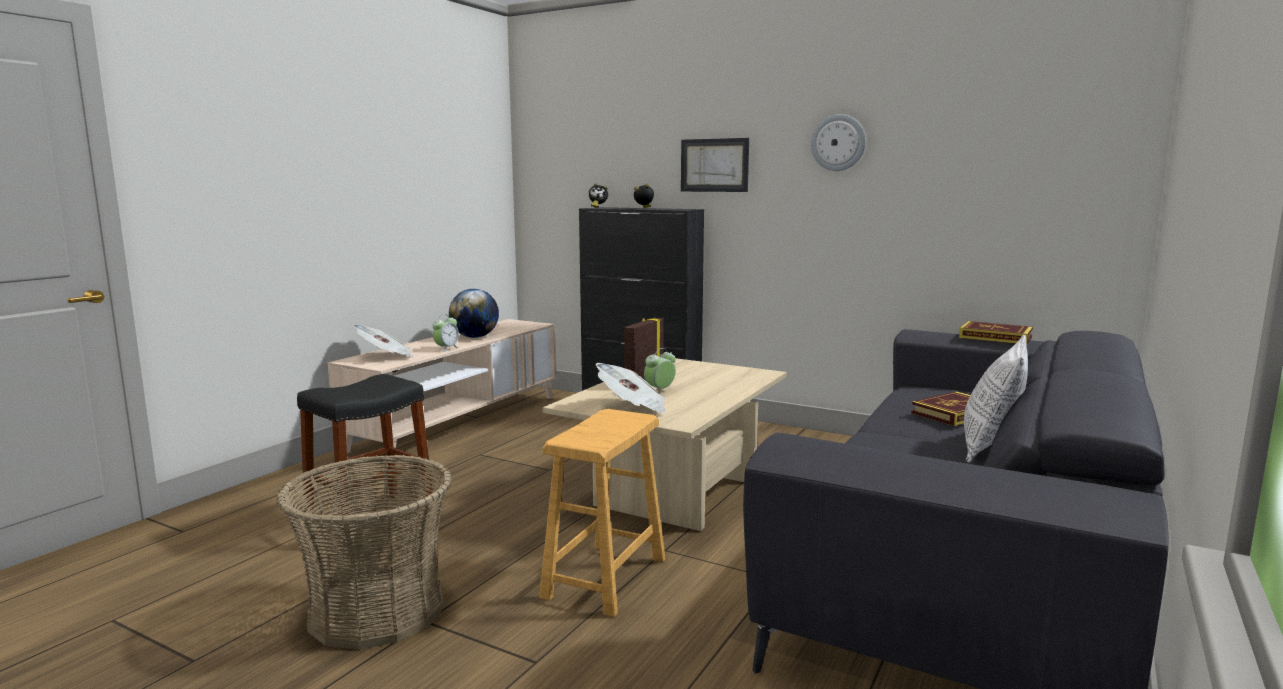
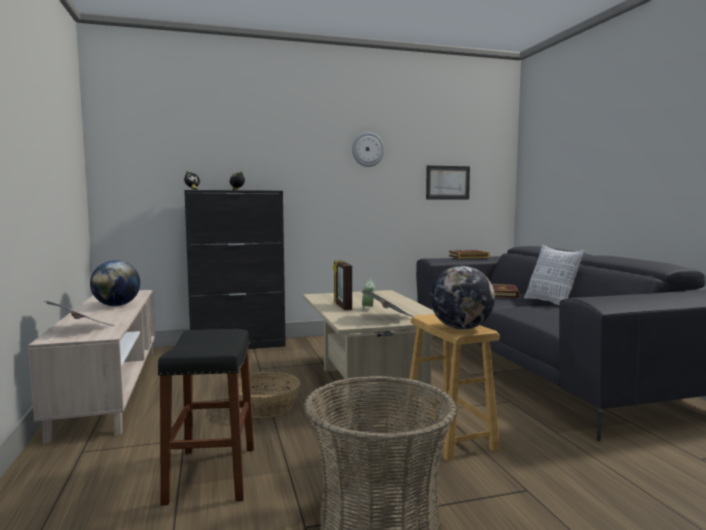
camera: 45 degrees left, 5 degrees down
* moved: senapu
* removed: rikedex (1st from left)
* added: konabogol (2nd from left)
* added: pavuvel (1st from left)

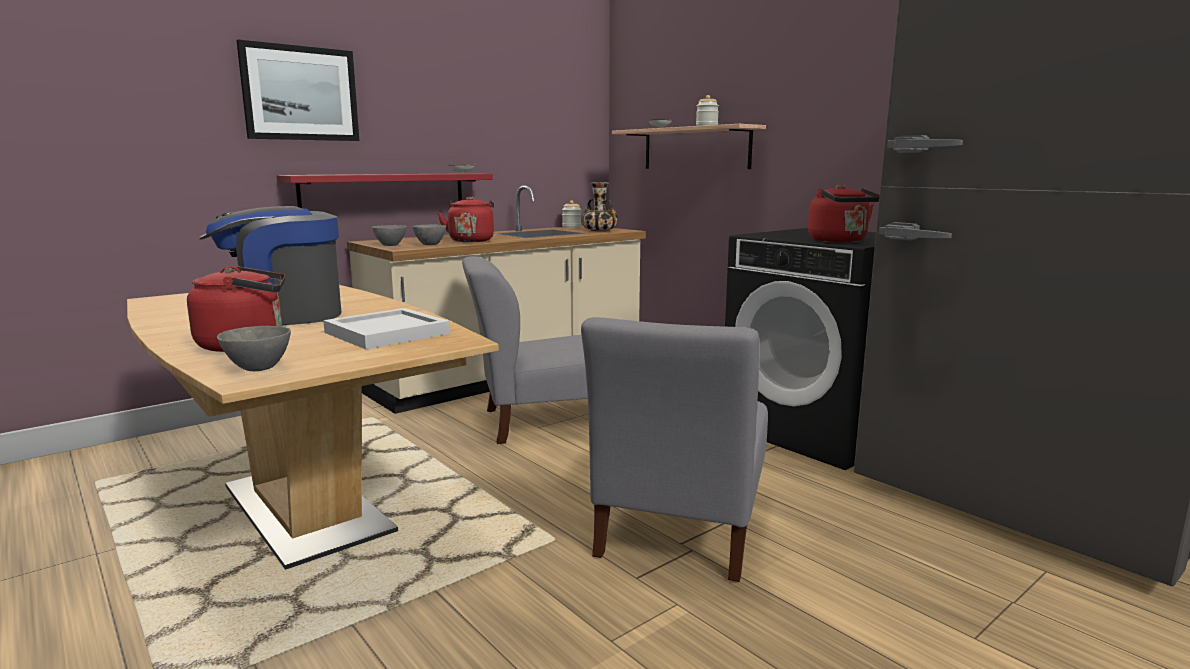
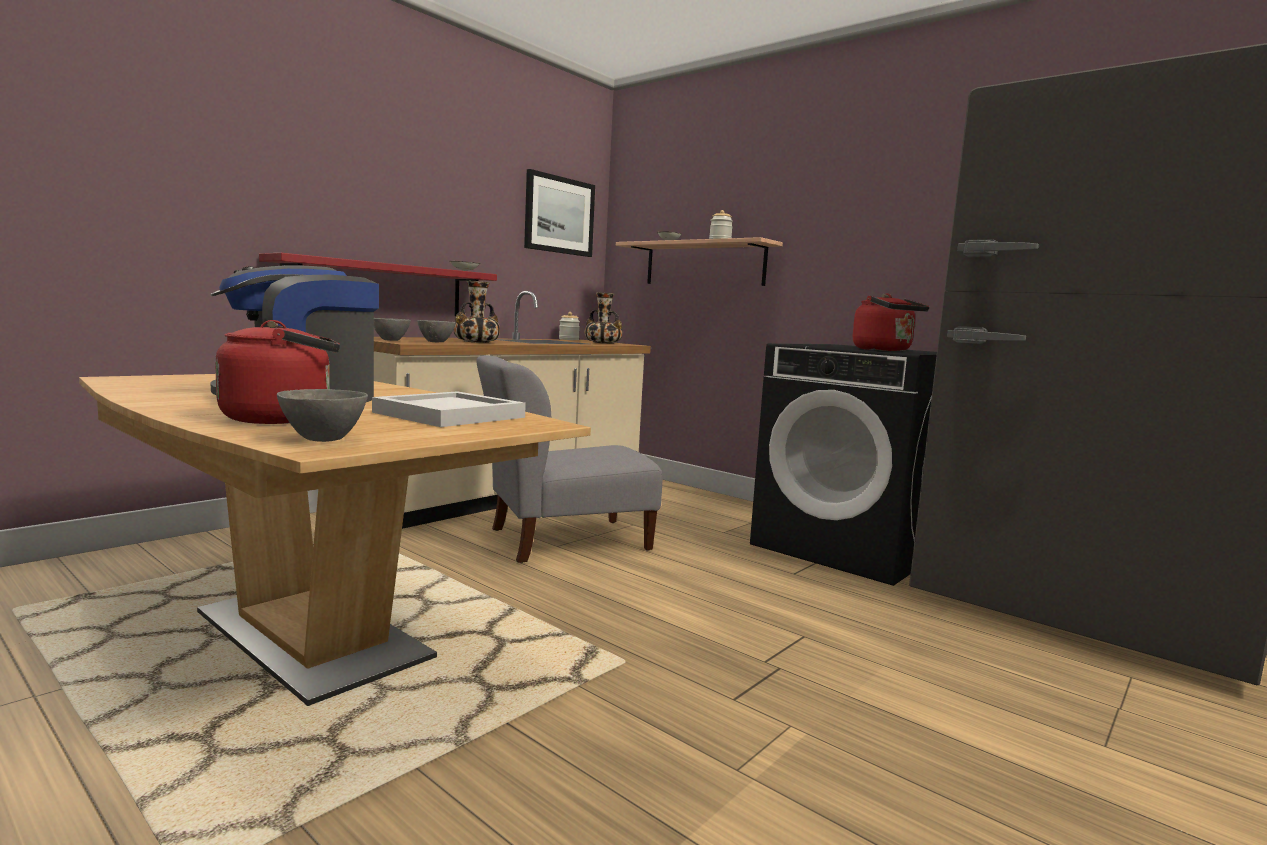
camera: 10 degrees left, 5 degrees down
* moved: senapu
* replaced: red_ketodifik (2nd from left) to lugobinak (1st from left)
* removed: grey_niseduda (2nd from left)

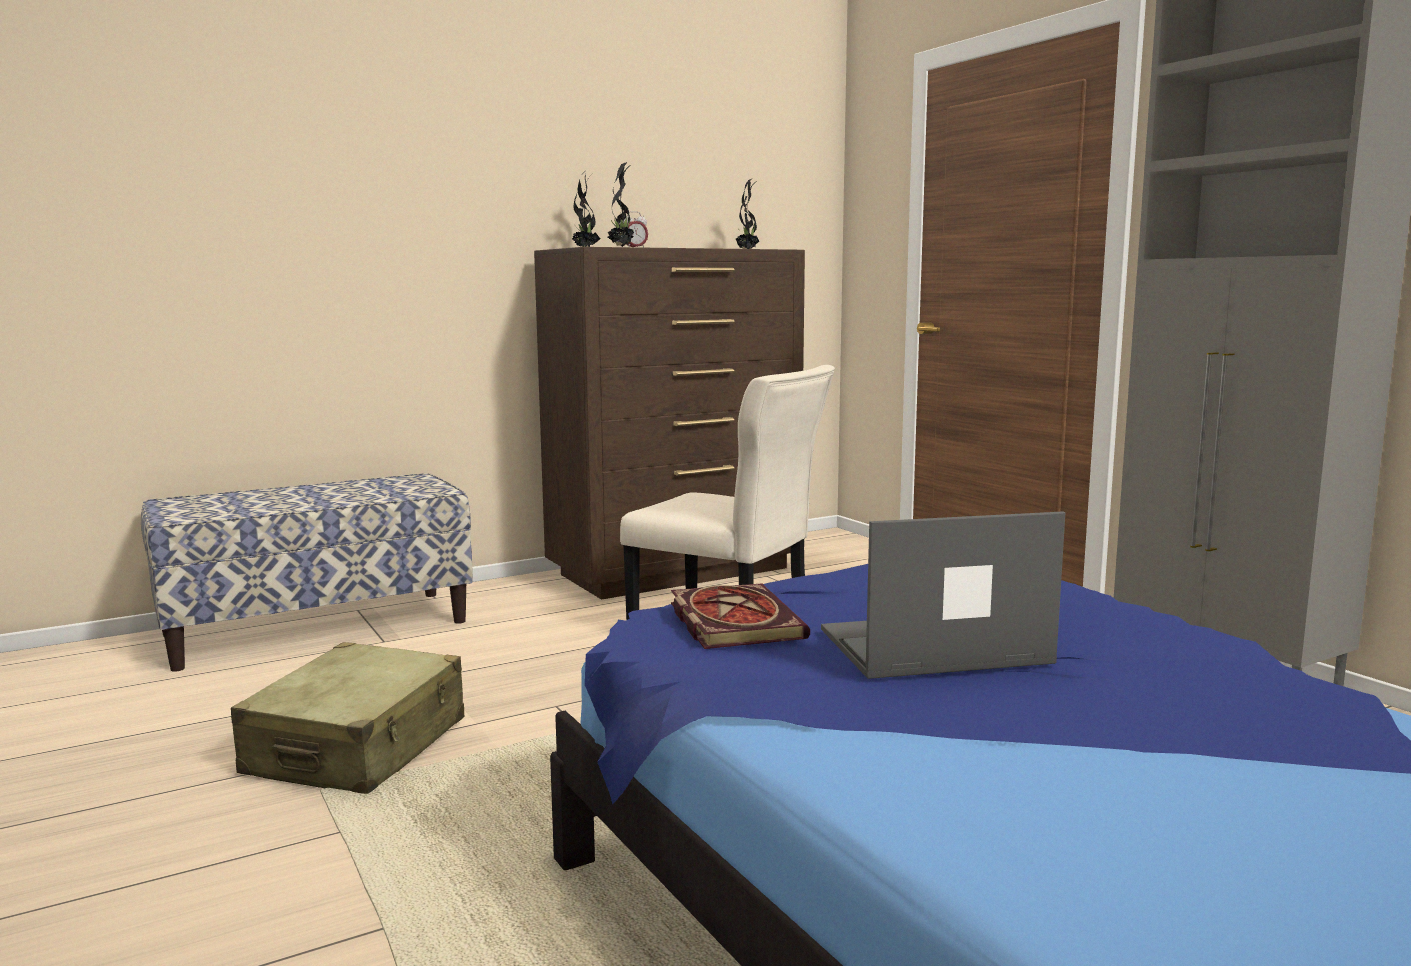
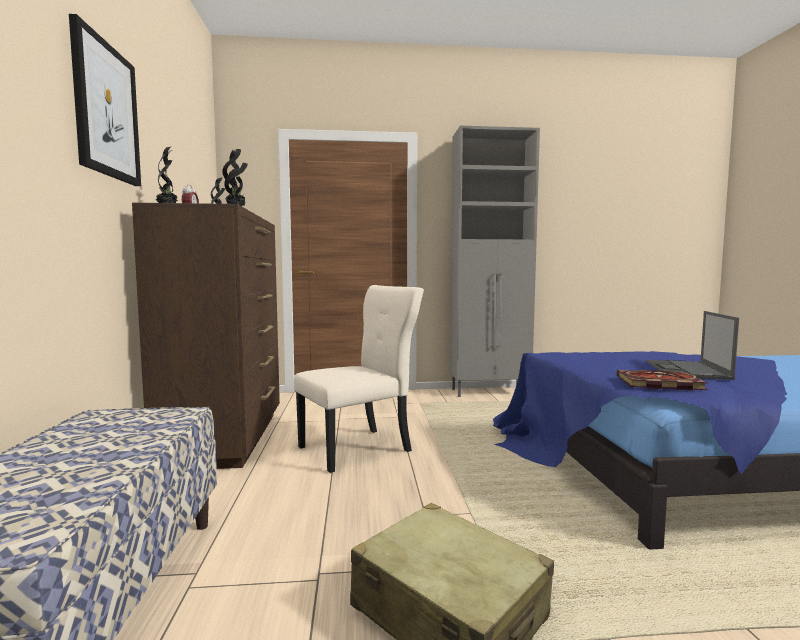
camera: 65 degrees left, 5 degrees down
* added: senapu

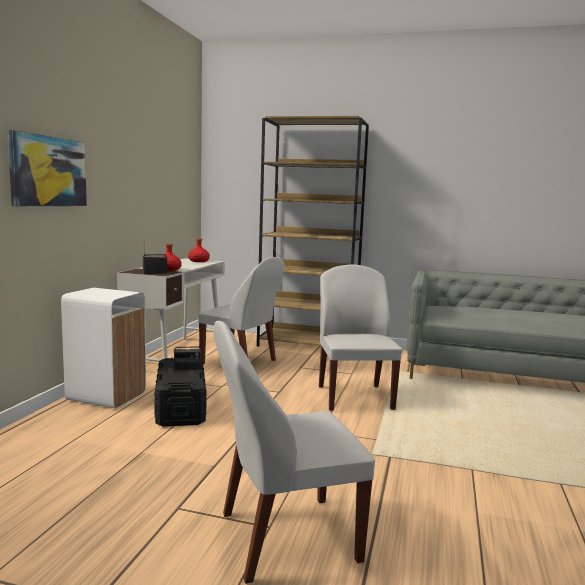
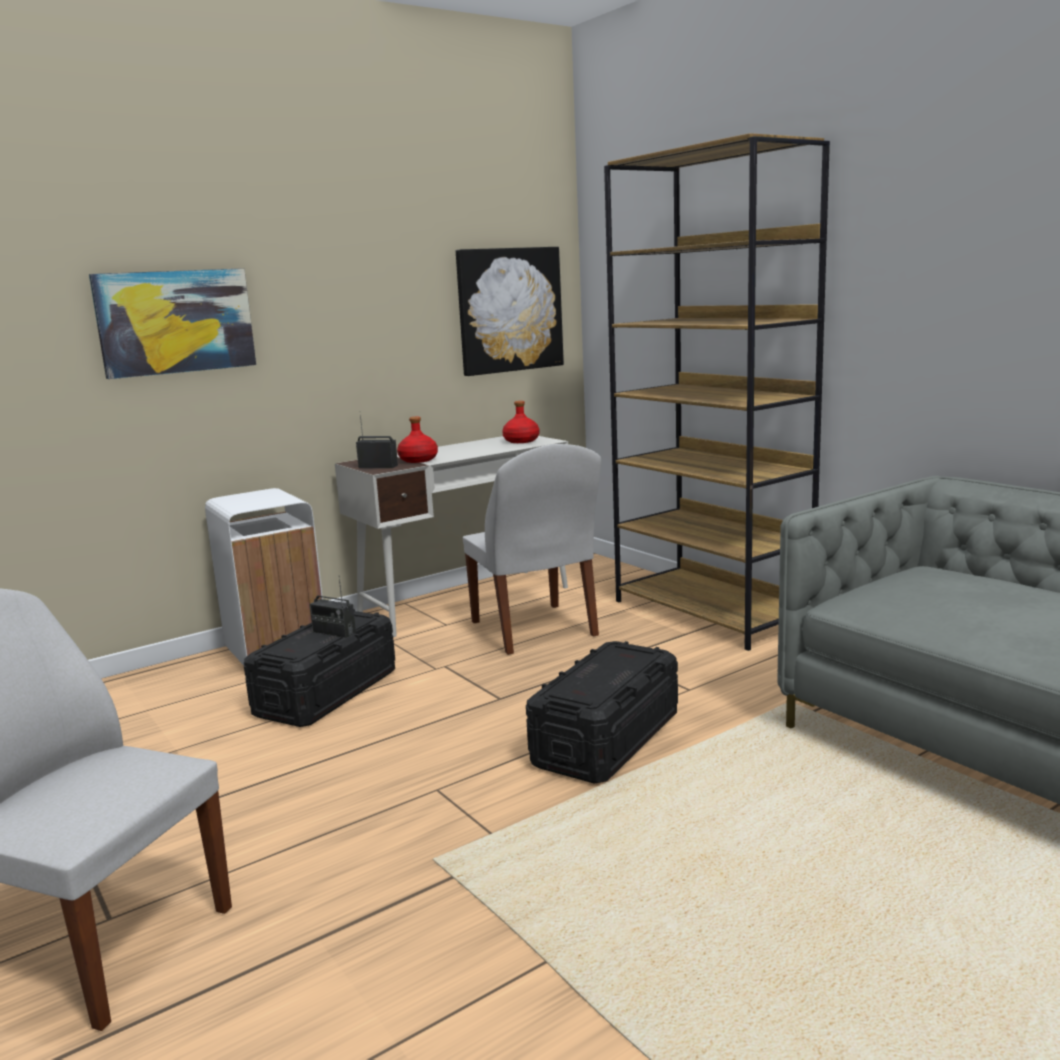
camera: 40 degrees right, 5 degrees up
* replaced: white_niseduda (3rd from left) to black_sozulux (2nd from left)
* added: senapu (2nd from left)

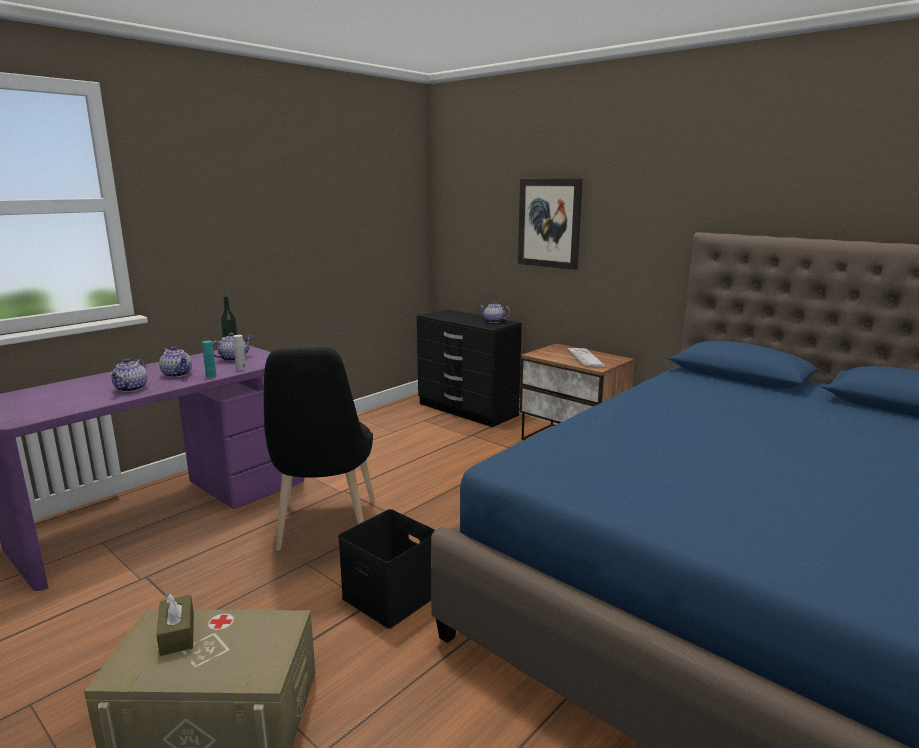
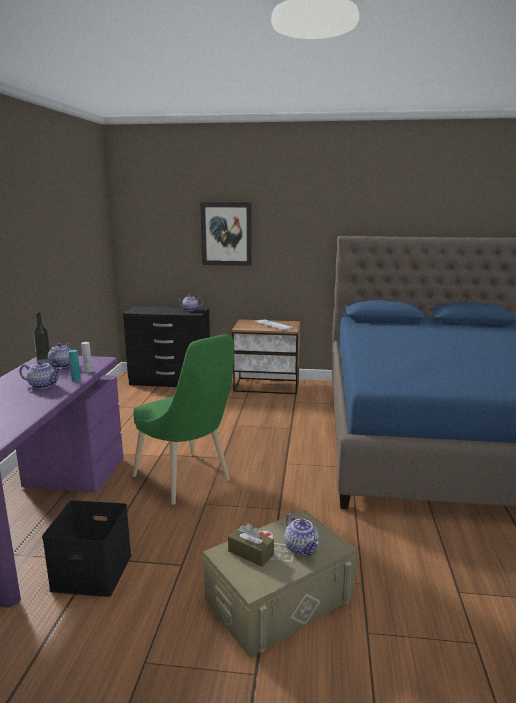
camera: 35 degrees left, 0 degrees up
* recoloured: black_niseduda to green_niseduda
* moved: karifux (1st from left in the first image) to karifux (4th from left)
* moved: black_sozulux

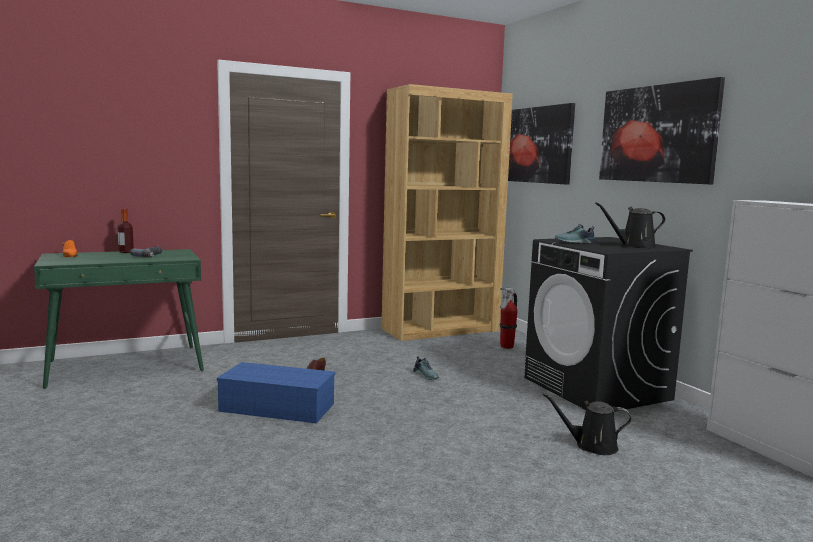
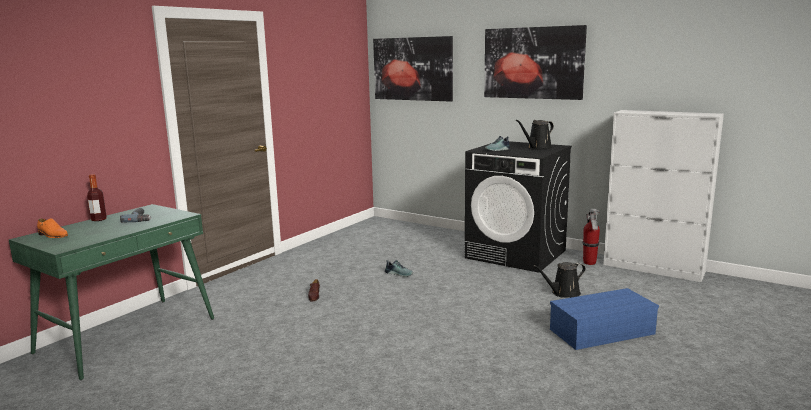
camera: 30 degrees left, 5 degrees up
* removed: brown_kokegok
* moved: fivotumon
* moved: blue_sozulux

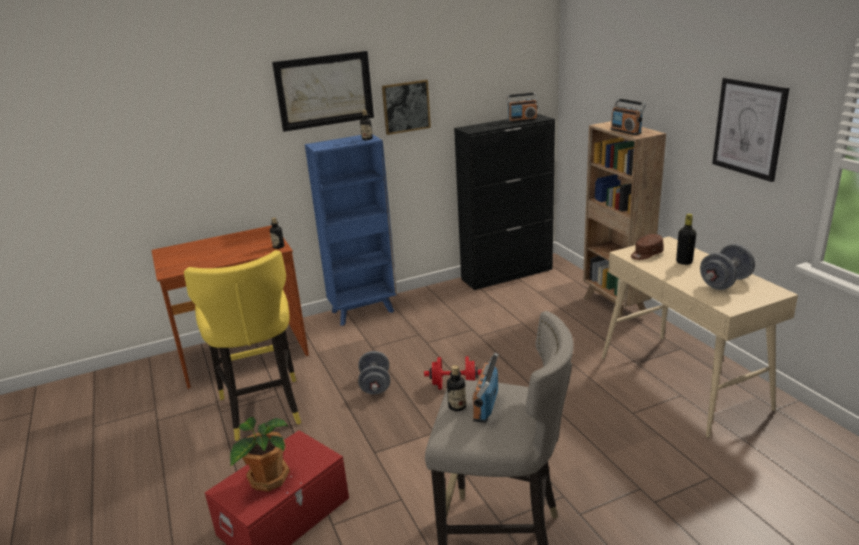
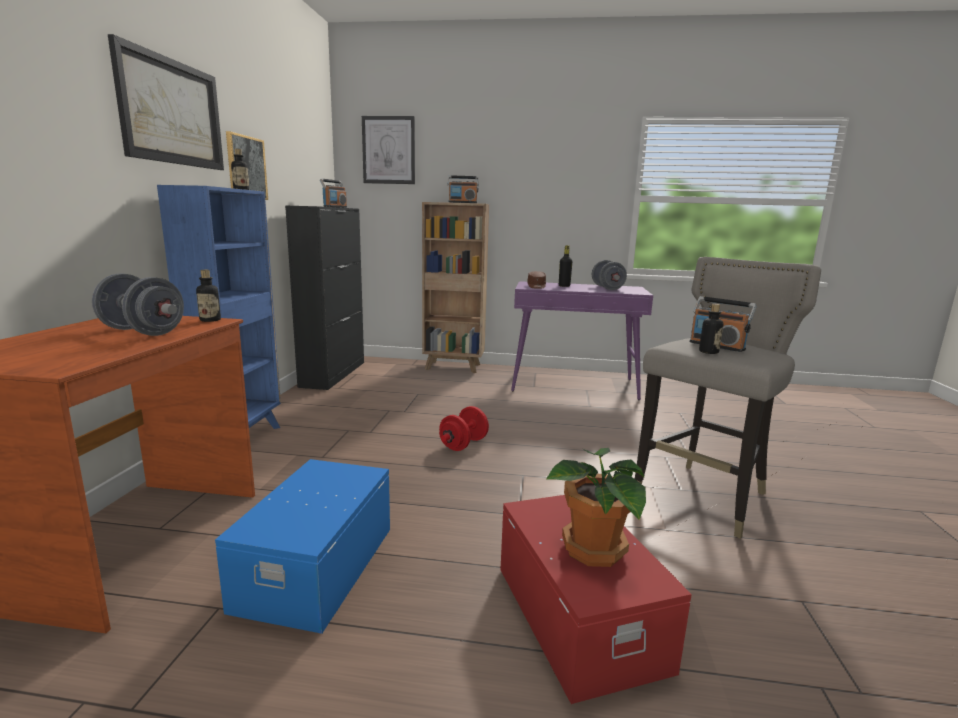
camera: 60 degrees left, 10 degrees down
* moved: senapu (3rd from left)
* recoloured: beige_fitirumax to purple_fitirumax
* replaced: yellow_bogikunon to blue_sozulux
* moved: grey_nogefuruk (1st from left)

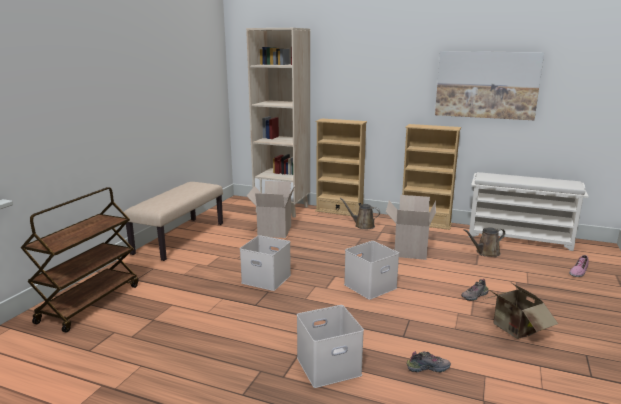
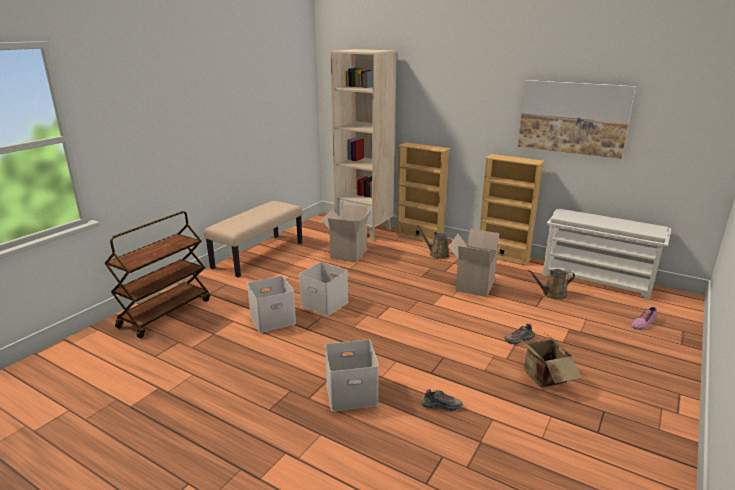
camera: 10 degrees right, 5 degrees up
* moved: white_sozulux (3rd from left in the first image) to white_sozulux (1st from left)

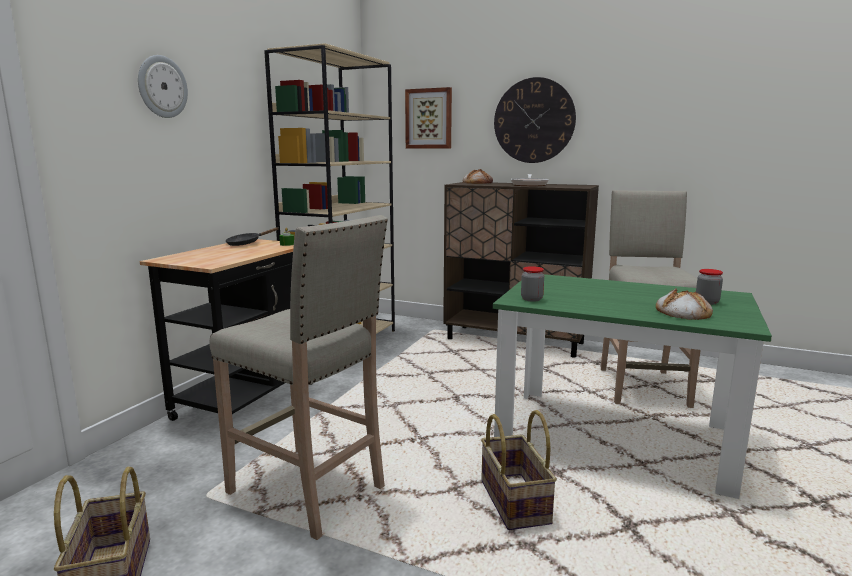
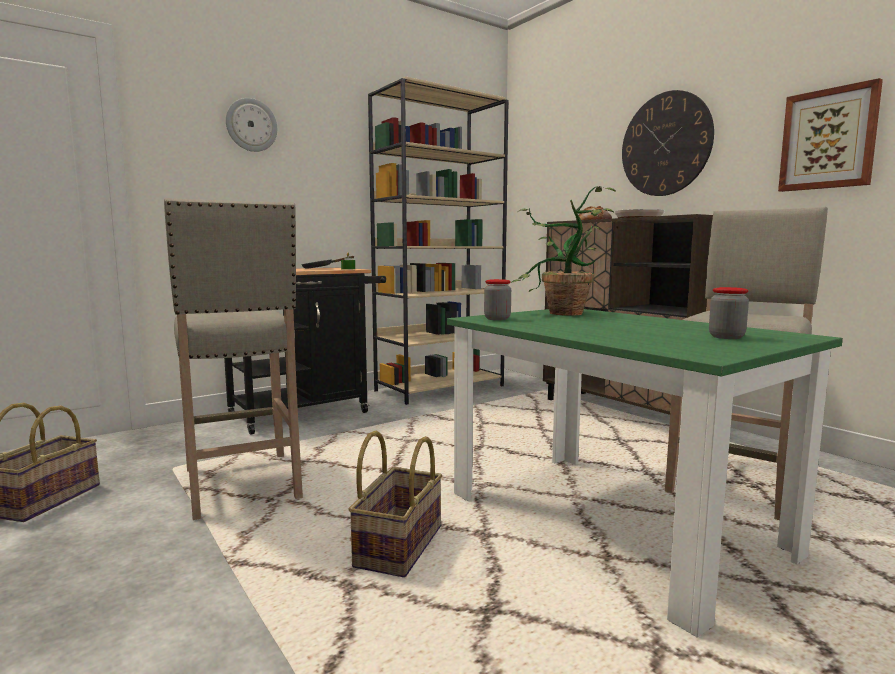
camera: 30 degrees right, 5 degrees down
* moved: senapu
* removed: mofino (2nd from left)
* added: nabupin

